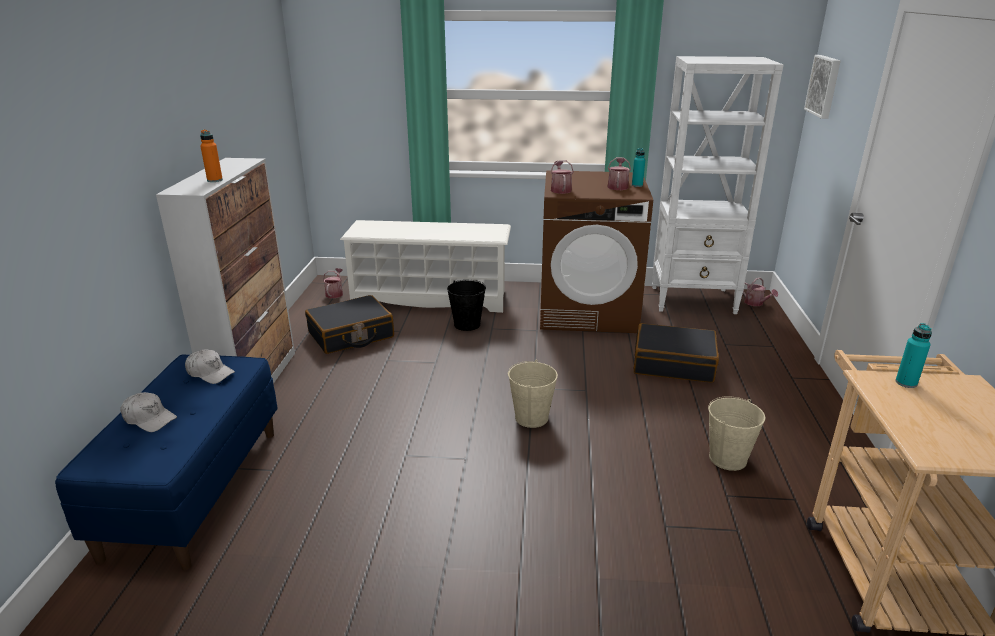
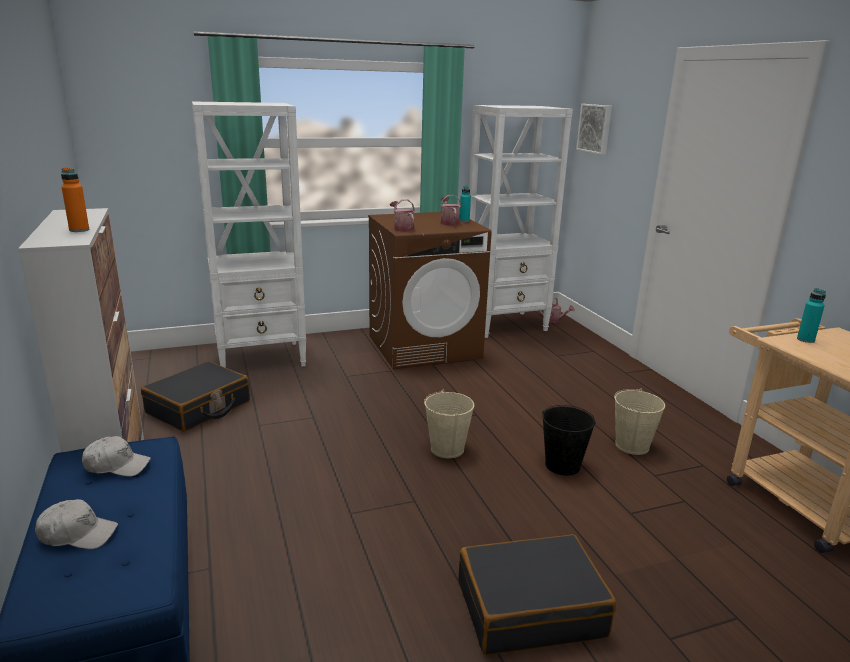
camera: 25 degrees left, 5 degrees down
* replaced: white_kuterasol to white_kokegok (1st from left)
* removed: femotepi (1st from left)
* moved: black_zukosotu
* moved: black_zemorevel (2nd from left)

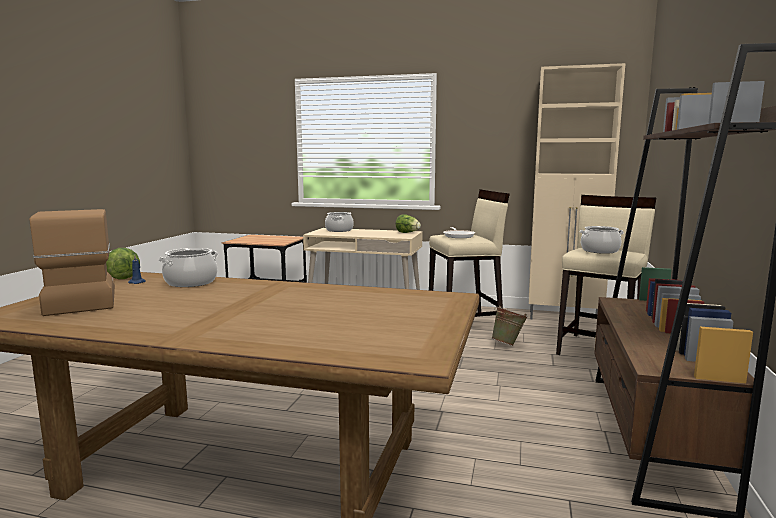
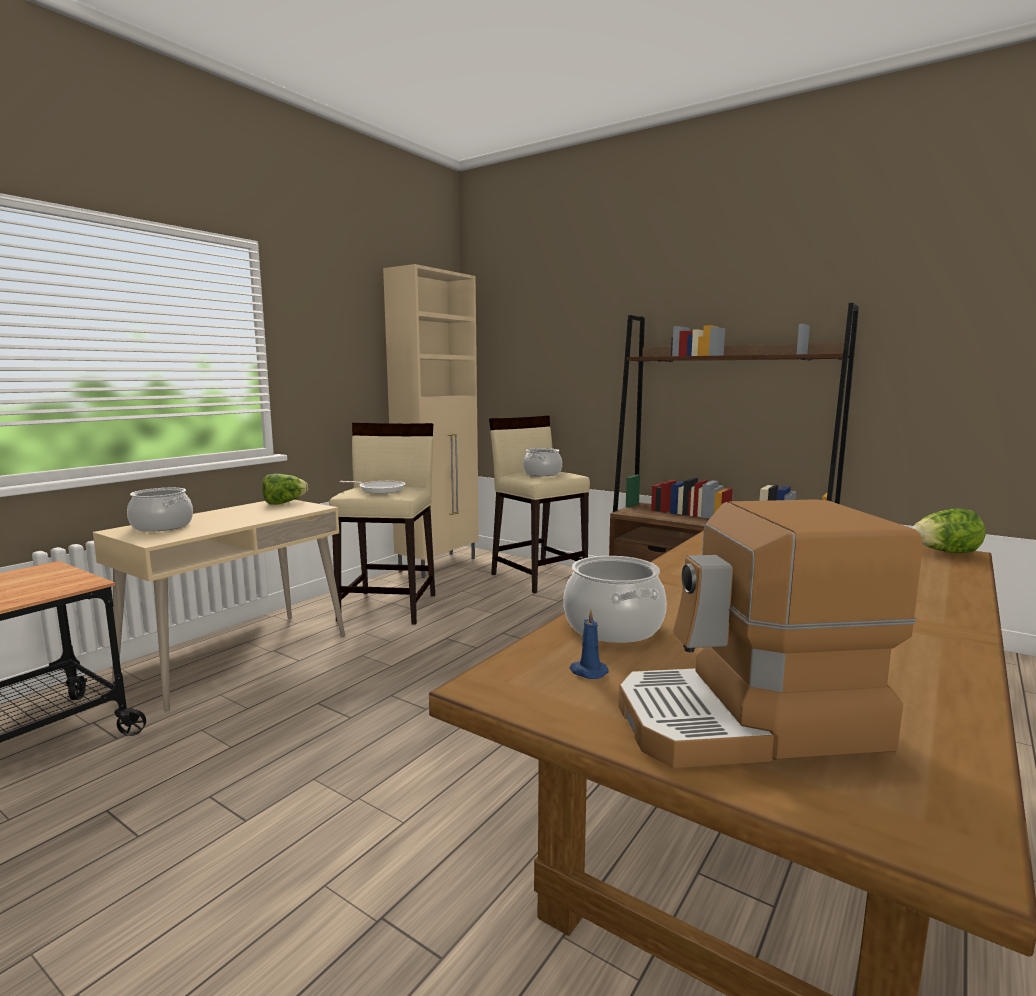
camera: 70 degrees left, 0 degrees up
* moved: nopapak (1st from left in the first image) to nopapak (2nd from left)
* removed: green_zukosotu

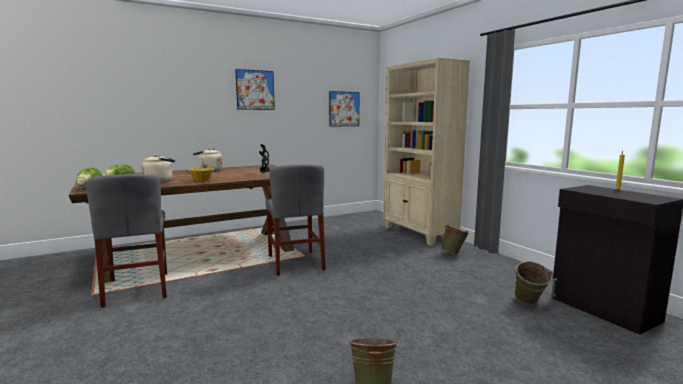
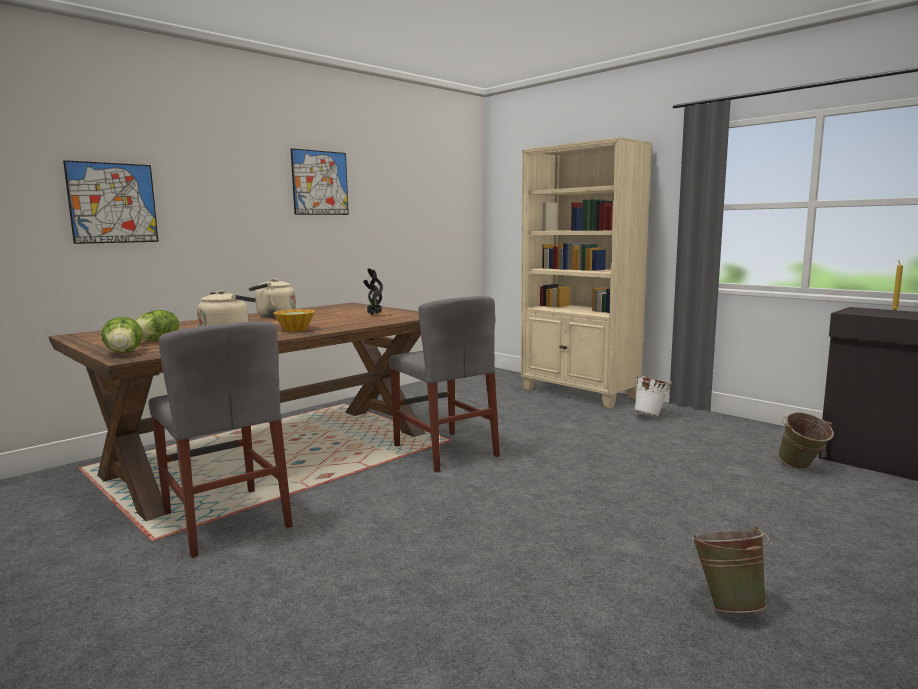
camera: 15 degrees left, 0 degrees up
* moved: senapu (2nd from left in the first image) to senapu (1st from left)
* recoloured: green_zukosotu (2nd from left) to white_zukosotu

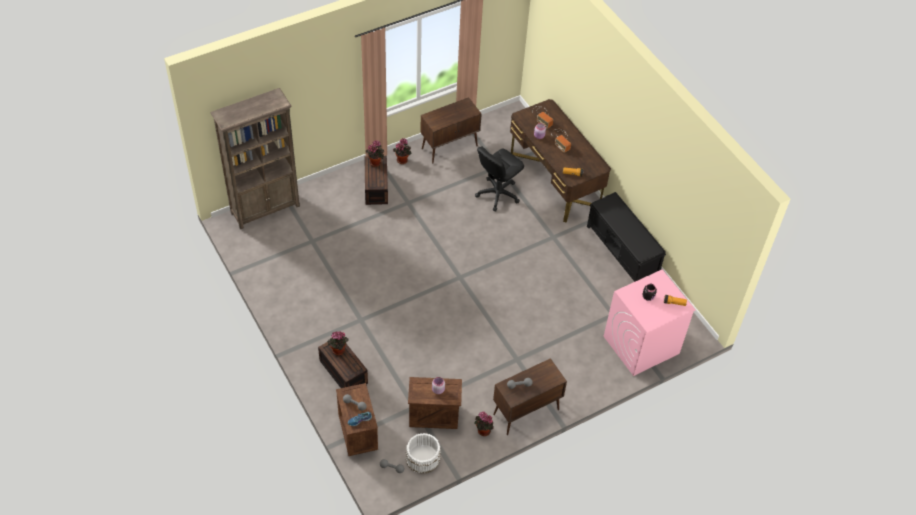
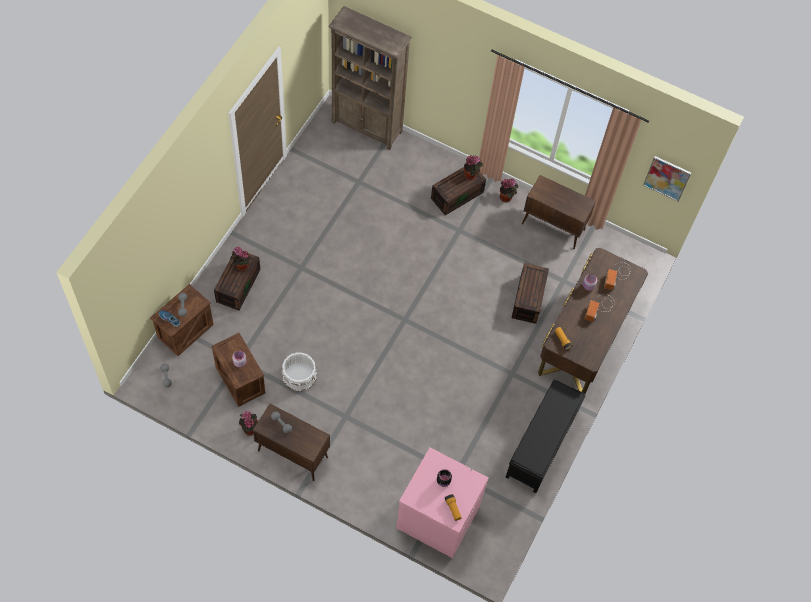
camera: 55 degrees right, 10 degrees up
* replaced: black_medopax to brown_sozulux (3rd from left)
* moved: white_zukosotu
* added: senapu

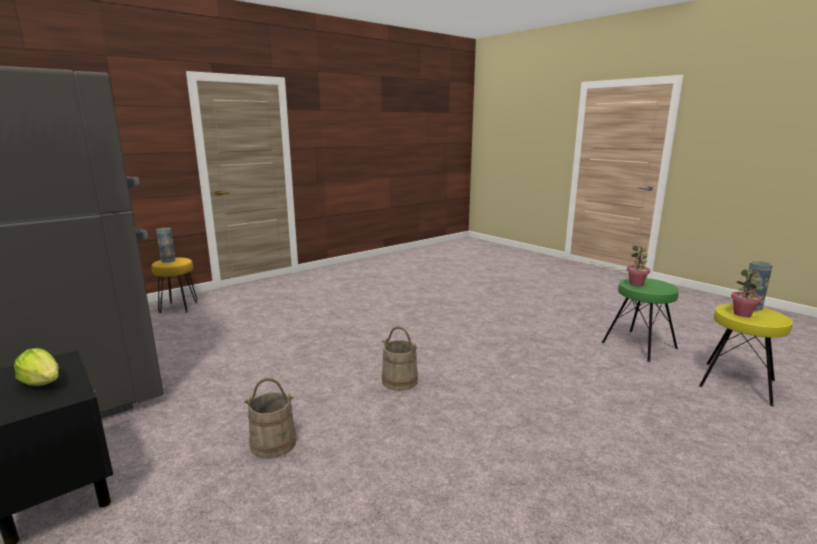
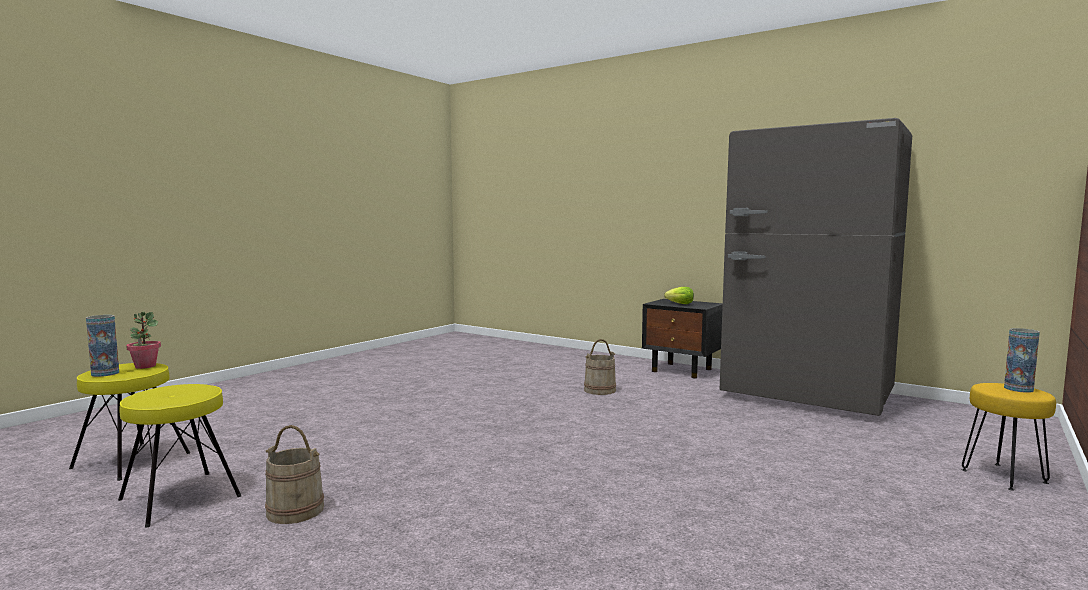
camera: 165 degrees right, 10 degrees down
* removed: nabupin (1st from left)
* recoloured: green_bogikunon to yellow_bogikunon (2nd from left)
* moved: beige_zukosotu (2nd from left in the first image) to beige_zukosotu (1st from left)

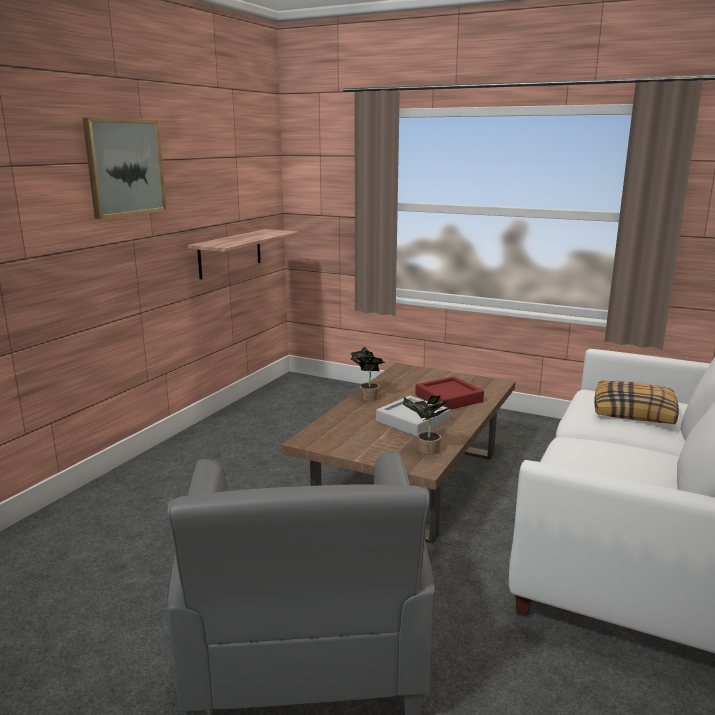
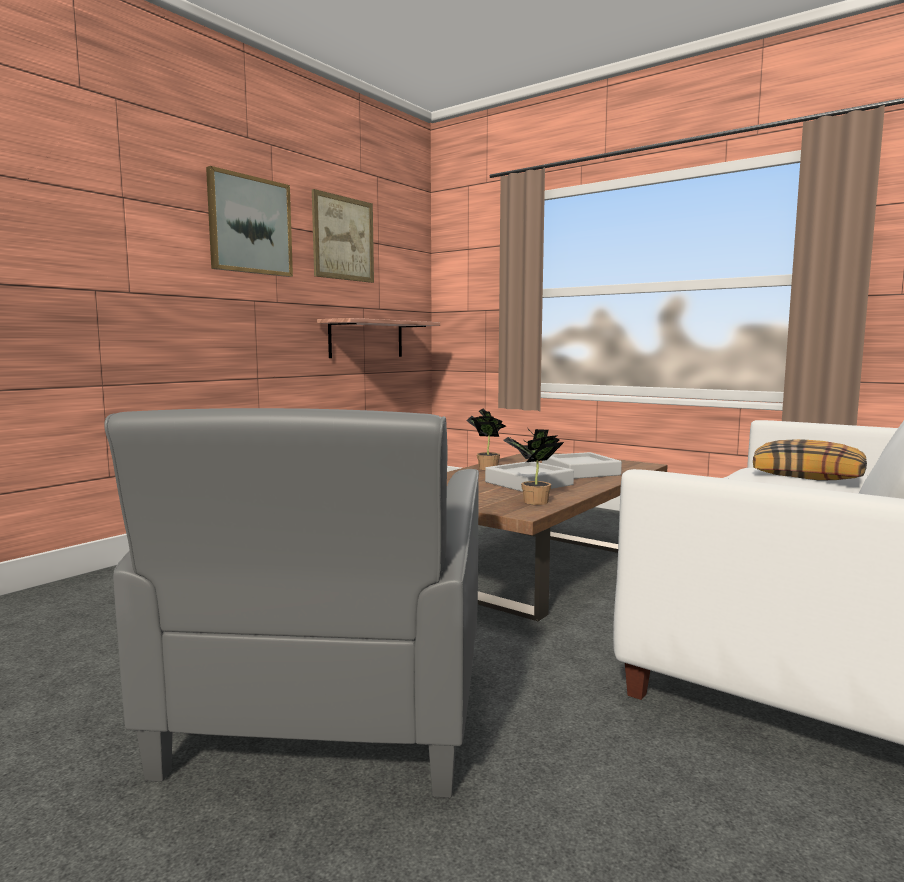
camera: 10 degrees right, 10 degrees down
* recoloured: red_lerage to grey_lerage (2nd from left)
* added: senapu (2nd from left)

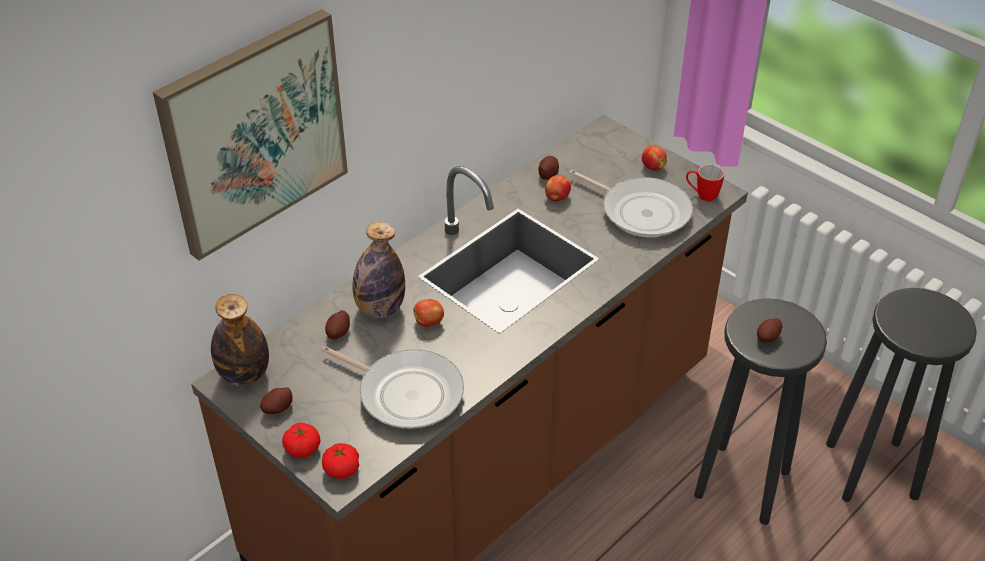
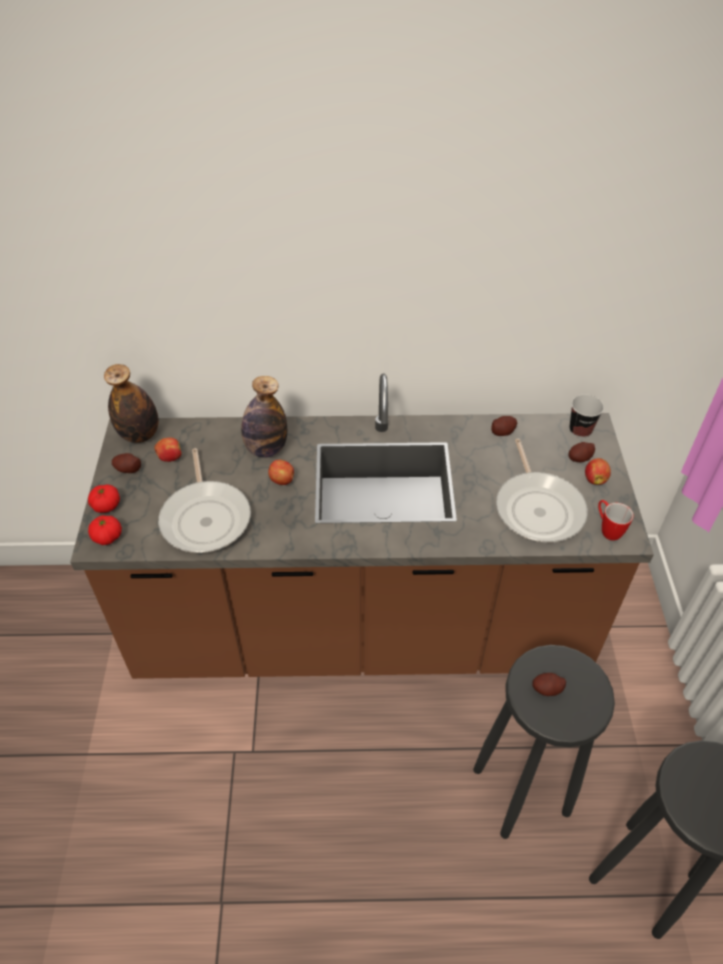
camera: 45 degrees right, 5 degrees up
* removed: senapu
* moved: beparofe (2nd from left in the first image) to beparofe (1st from left)
* moved: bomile (2nd from left in the first image) to bomile (4th from left)
* added: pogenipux

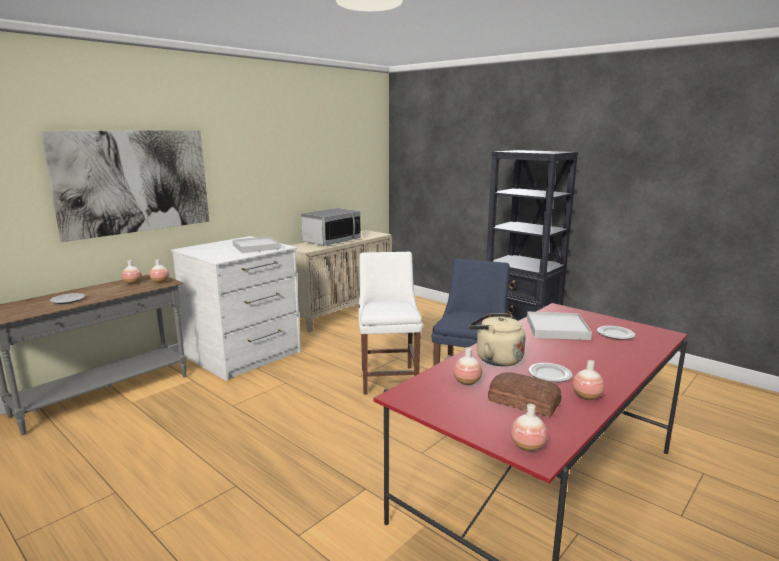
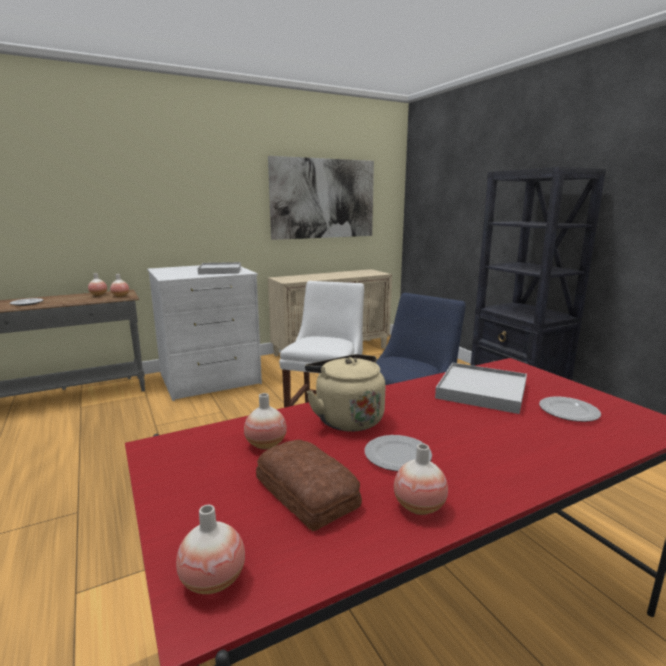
camera: 20 degrees right, 0 degrees up
* moved: senapu
* removed: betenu

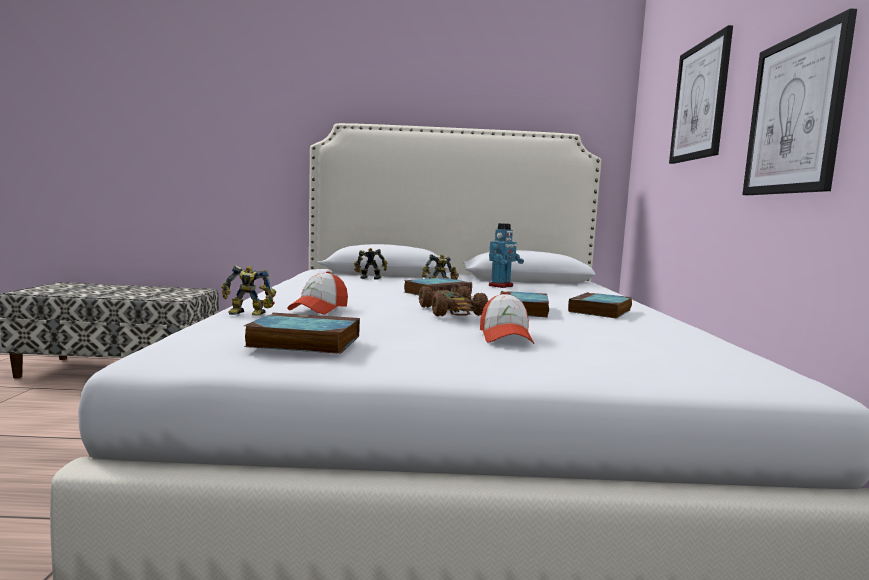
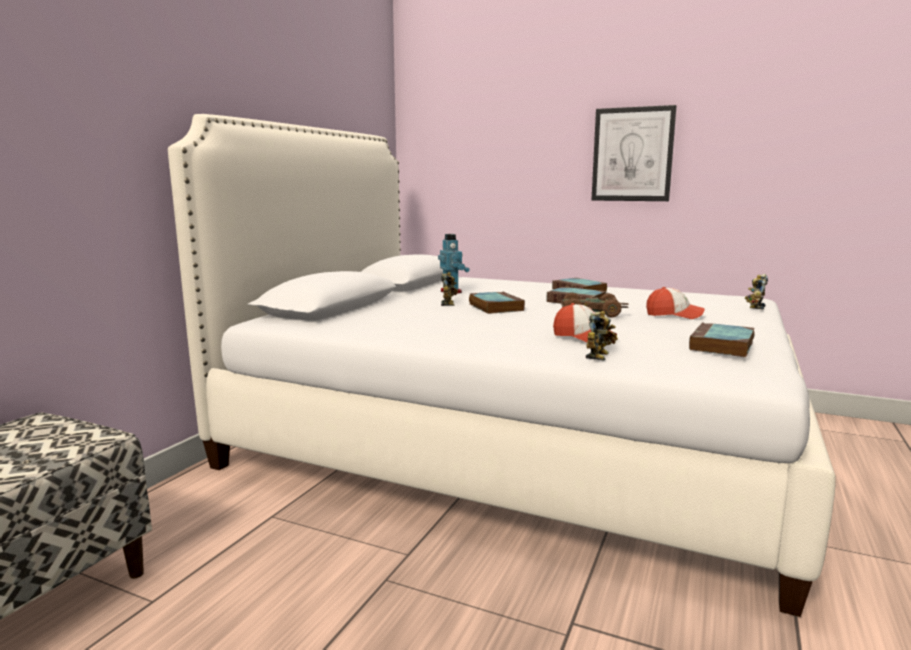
camera: 65 degrees left, 5 degrees up
* removed: senapu (1st from left)
* moved: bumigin (2nd from left in the first image) to bumigin (4th from left)

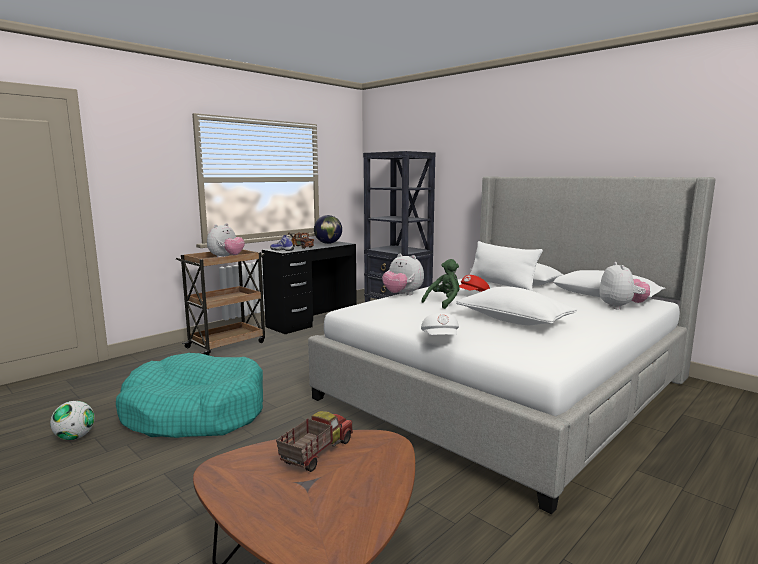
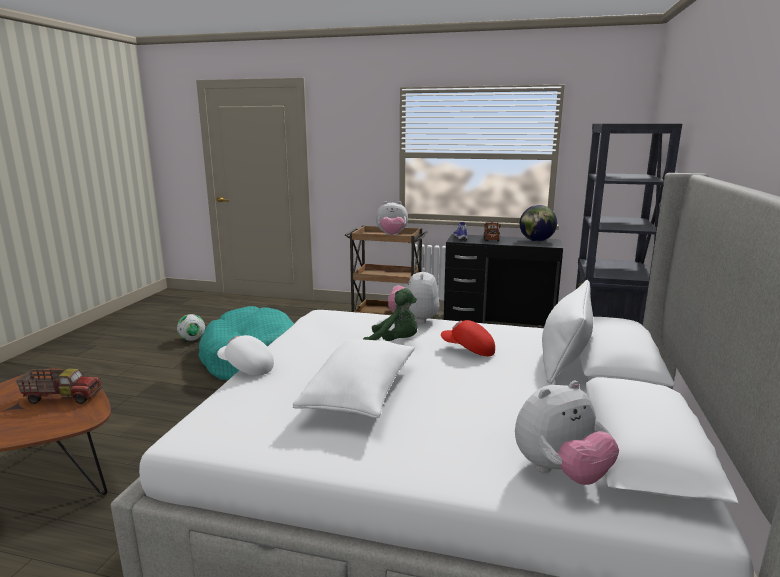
camera: 60 degrees right, 5 degrees up
* turned: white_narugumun 60 degrees clockwise

